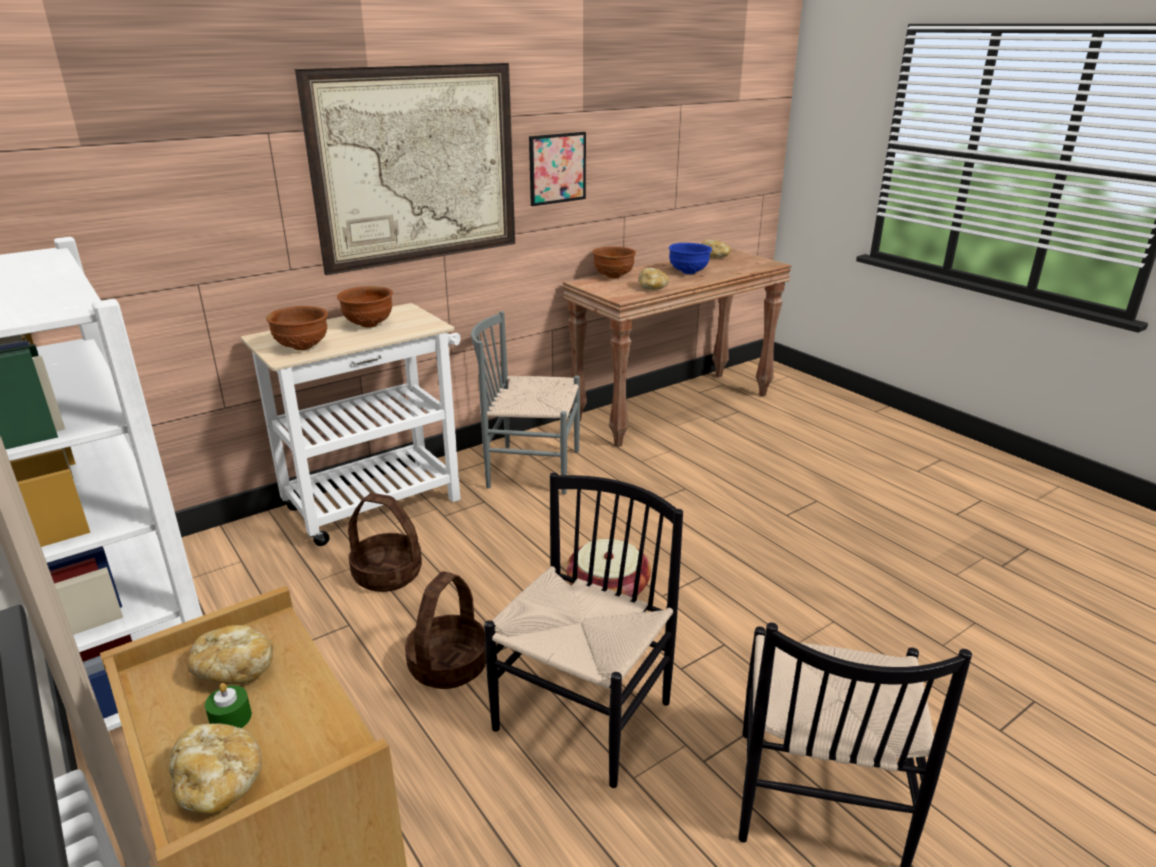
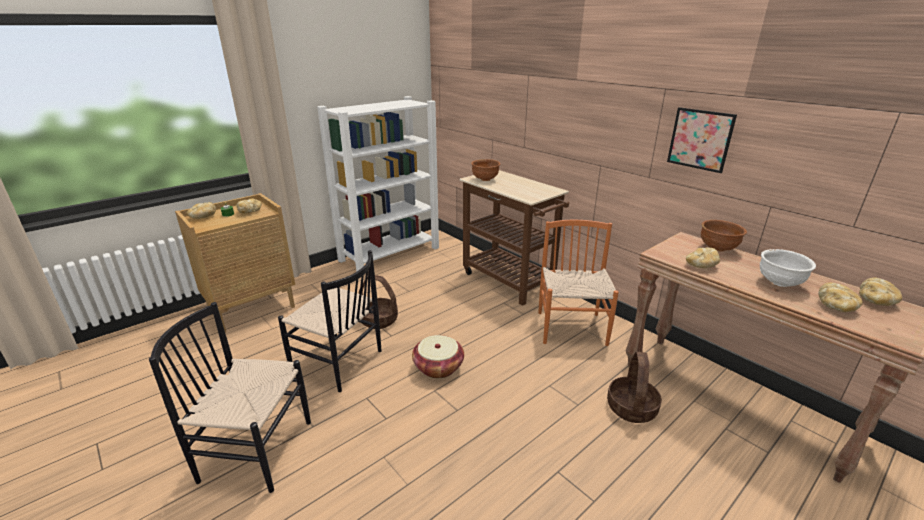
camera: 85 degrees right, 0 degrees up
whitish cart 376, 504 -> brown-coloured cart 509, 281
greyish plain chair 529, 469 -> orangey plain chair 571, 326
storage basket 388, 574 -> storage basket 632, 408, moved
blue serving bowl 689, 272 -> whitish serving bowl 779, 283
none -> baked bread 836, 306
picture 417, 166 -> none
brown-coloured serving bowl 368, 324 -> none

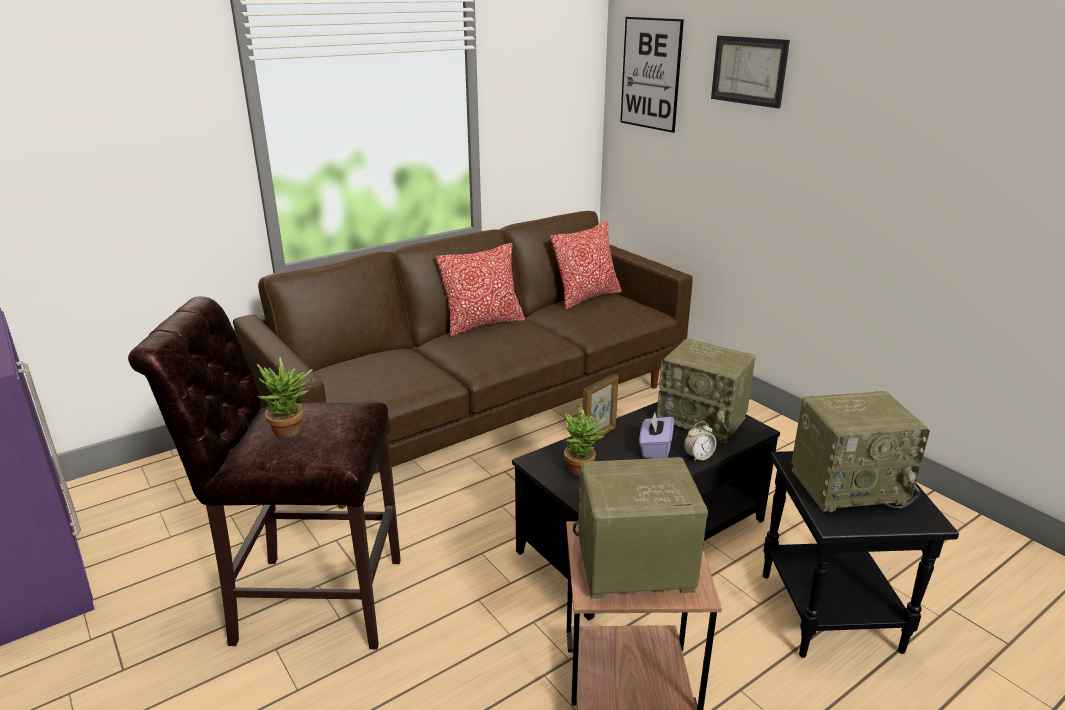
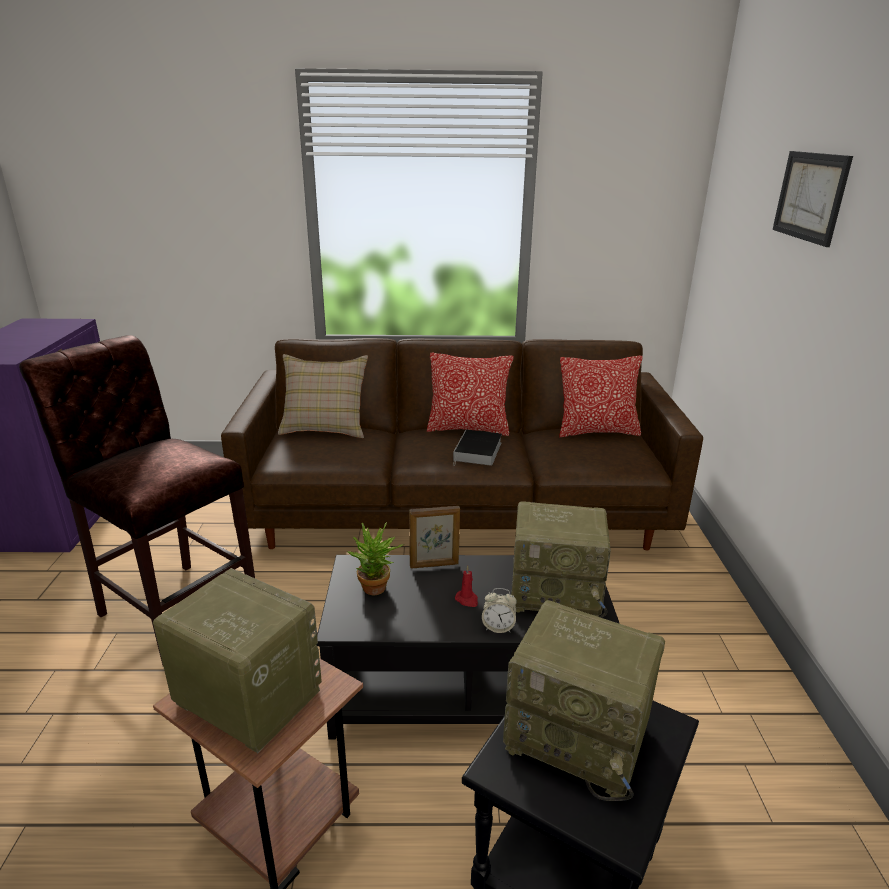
camera: 35 degrees right, 0 degrees up
none -> beige-coloured pillow 325, 427
none -> bound book 478, 452
purplish tissue holder 655, 449 -> reddish wax light 467, 600
radio receiver 703, 420 -> radio receiver 557, 592, 60 degrees counterclockwise
plant in a pot 292, 432 -> none
picture 650, 74 -> none

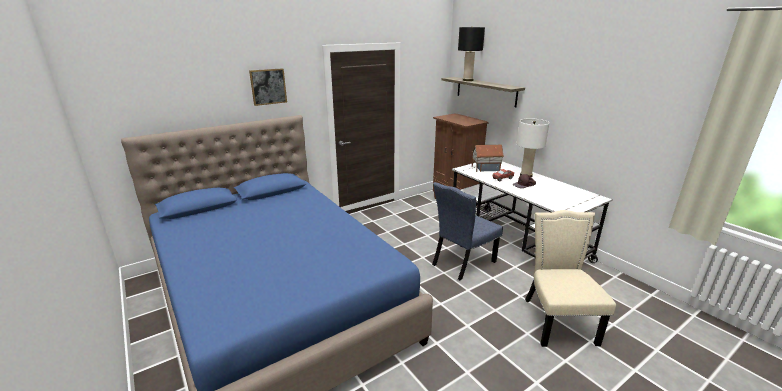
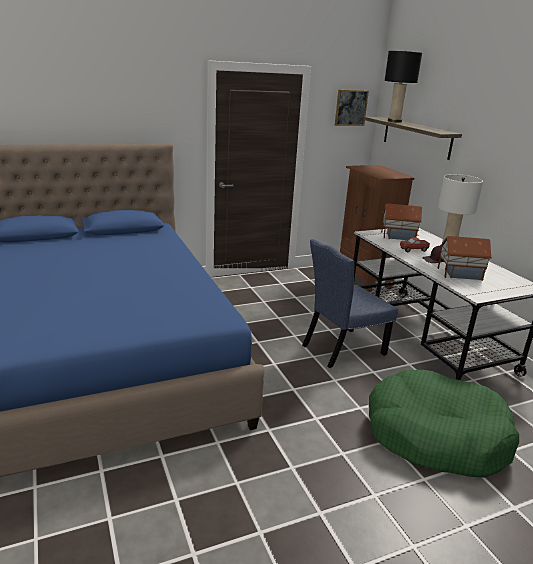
camera: 10 degrees right, 0 degrees up
picture 268, 86 -> picture 350, 107, moved
beige-coloured plain chair 558, 322 -> green dog cushion 435, 435
none -> toy house 459, 274

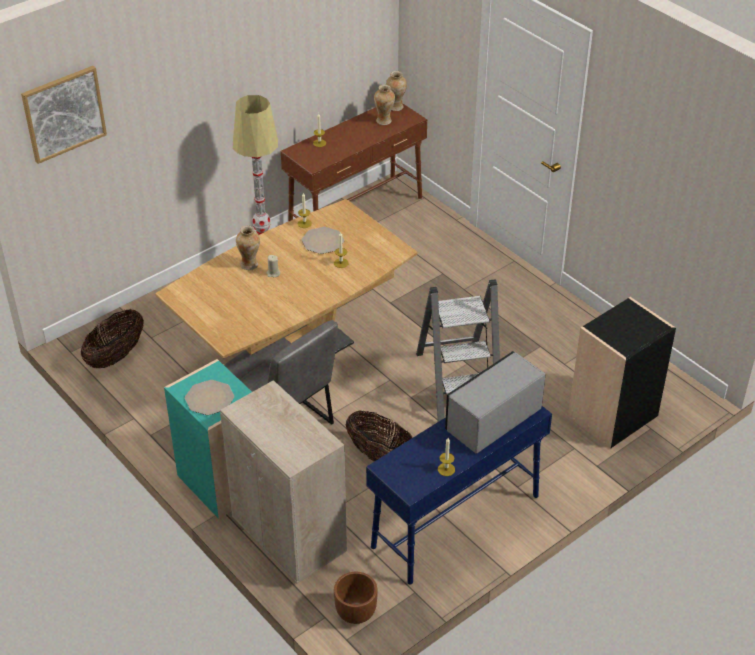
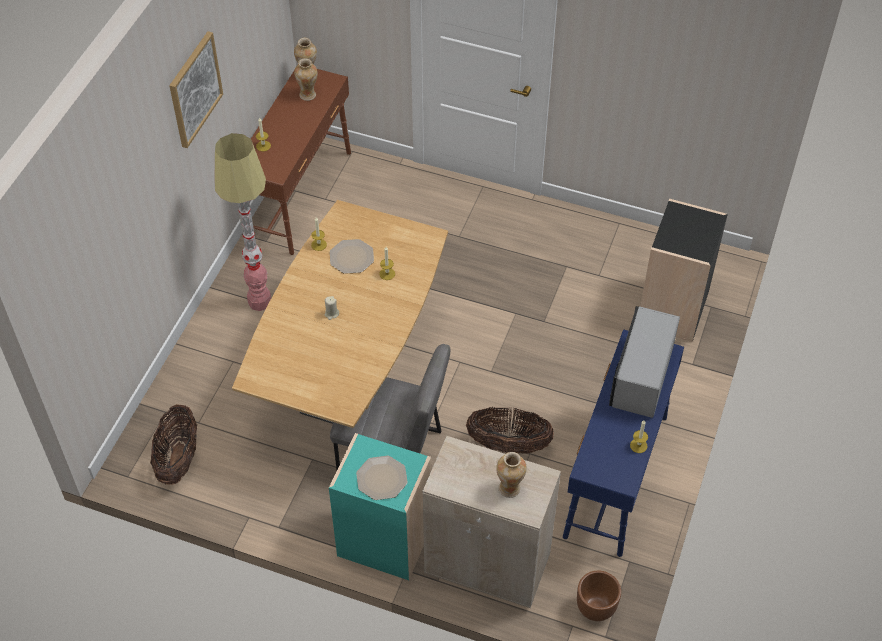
camera: 30 degrees left, 10 degrees up
picture 64, 113 -> picture 194, 89, moved
vase 250, 264 -> vase 510, 488, moved
greyish stepladder 457, 384 -> none

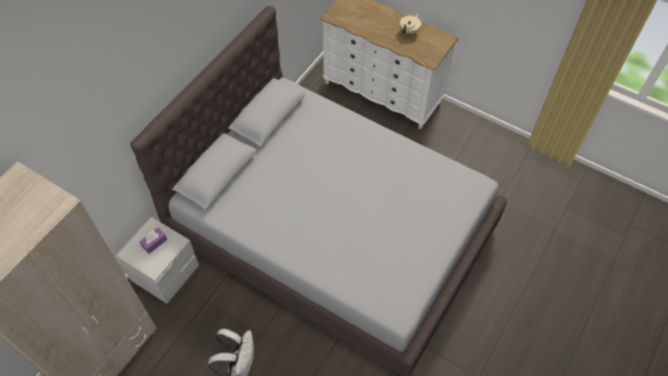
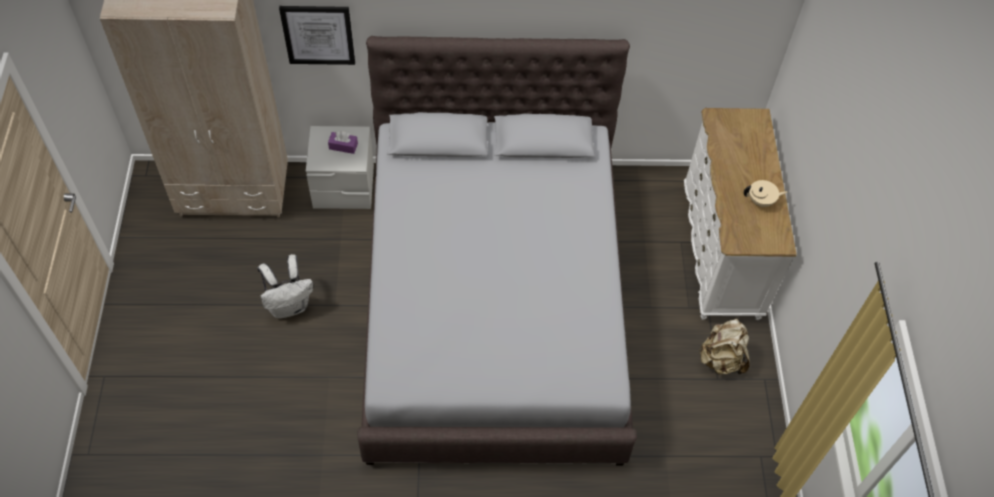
camera: 55 degrees right, 0 degrees up
none -> picture 318, 34
none -> beige-coloured backpack 721, 359

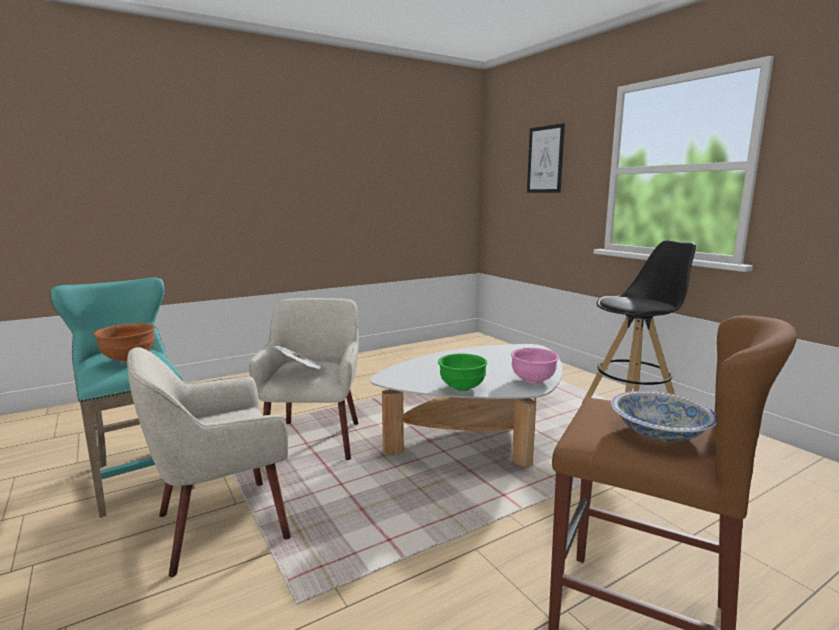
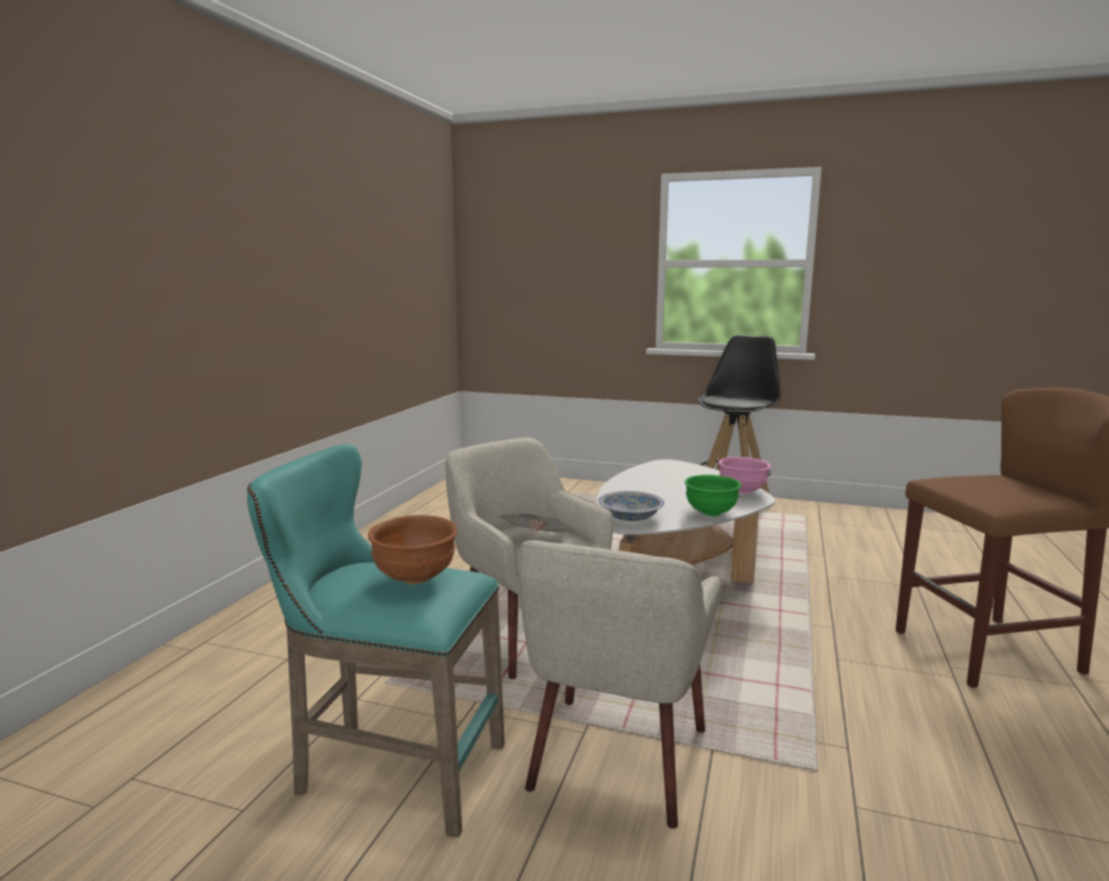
camera: 40 degrees left, 0 degrees up
serving bowl 659, 433 -> serving bowl 630, 517, moved
picture 545, 159 -> none

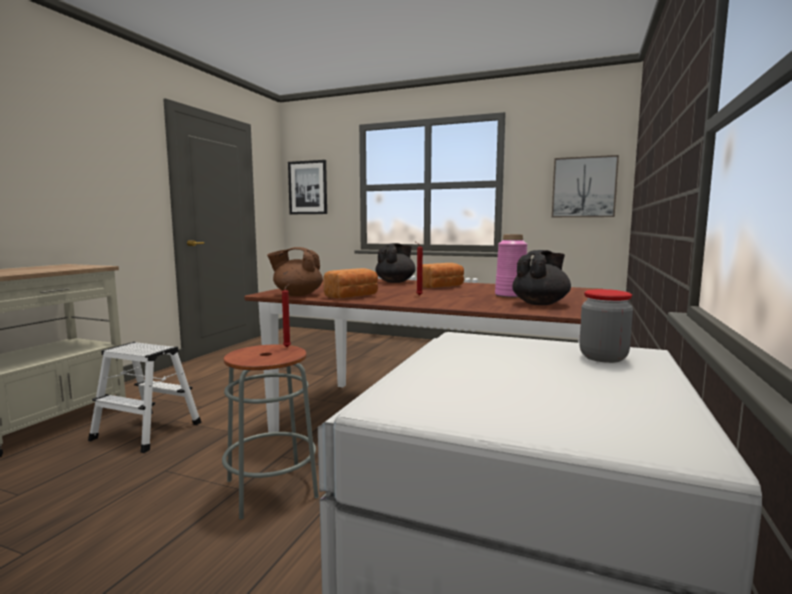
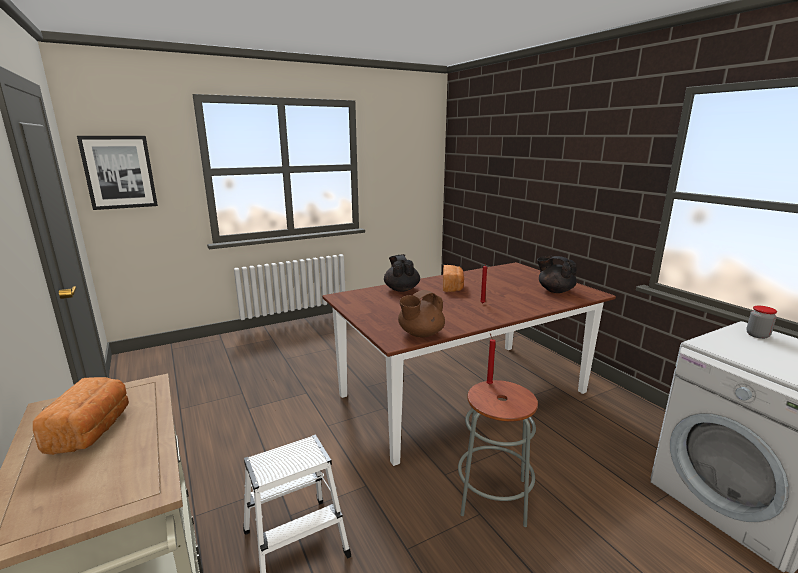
camera: 50 degrees left, 10 degrees up
baked bread 353, 296 -> baked bread 92, 430, moved
black-coloured tea pot 540, 304 -> black-coloured tea pot 555, 290, 45 degrees counterclockwise
pinkish vase 510, 295 -> none
picture 584, 187 -> none

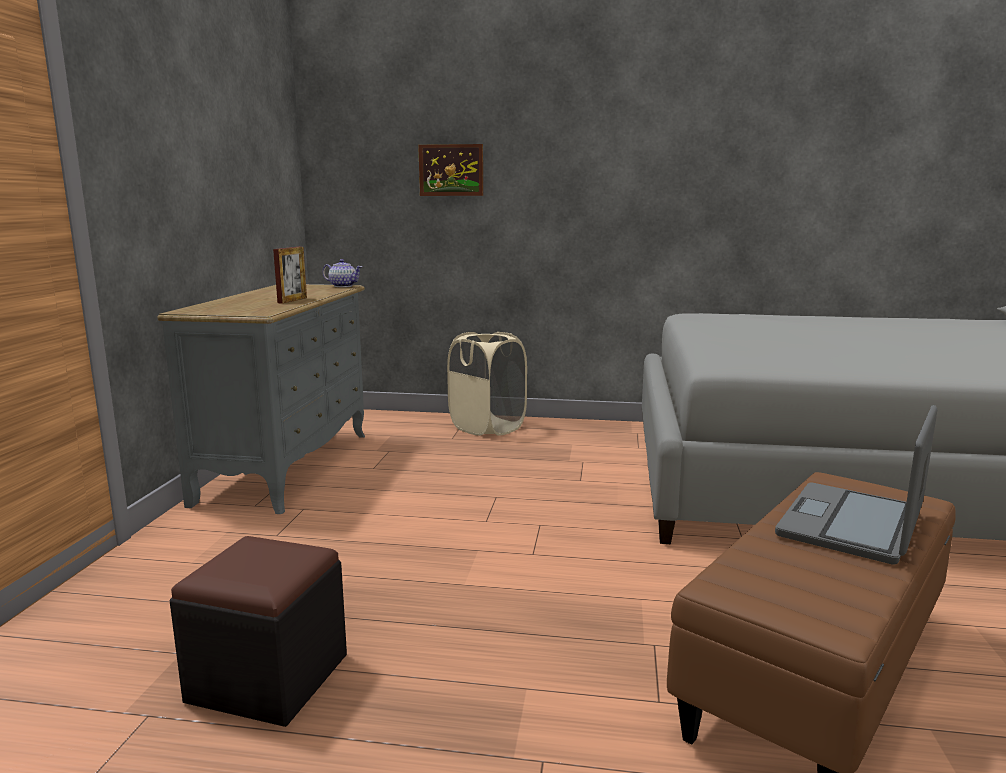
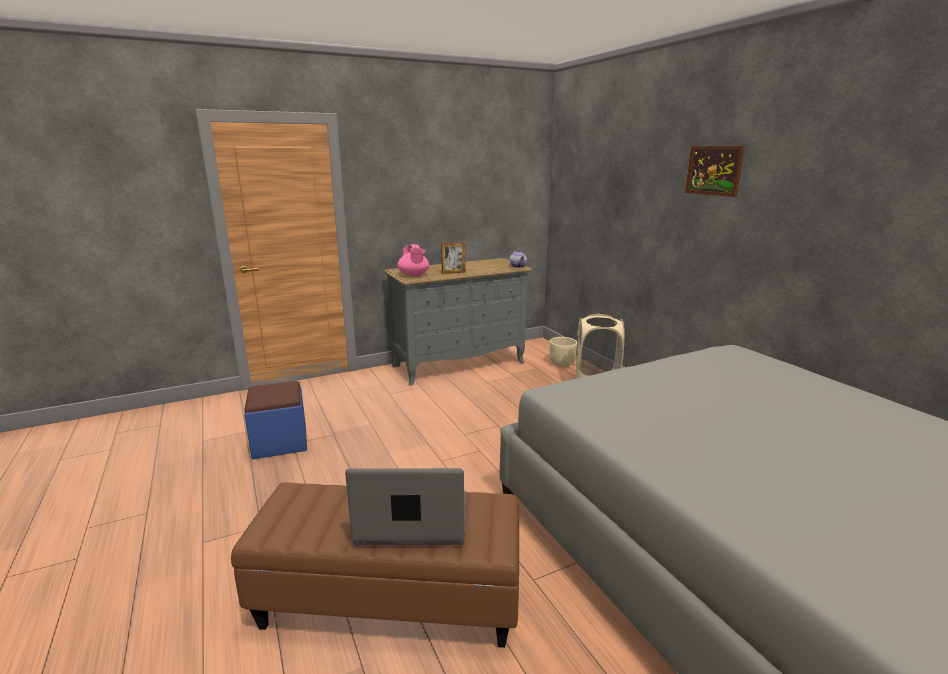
camera: 55 degrees right, 5 degrees up
black-coloured ottoman 268, 678 -> blue ottoman 280, 442
none -> pinkish tea pot 414, 275
none -> beige-coloured planter 562, 363
picture 451, 170 -> picture 713, 170, moved

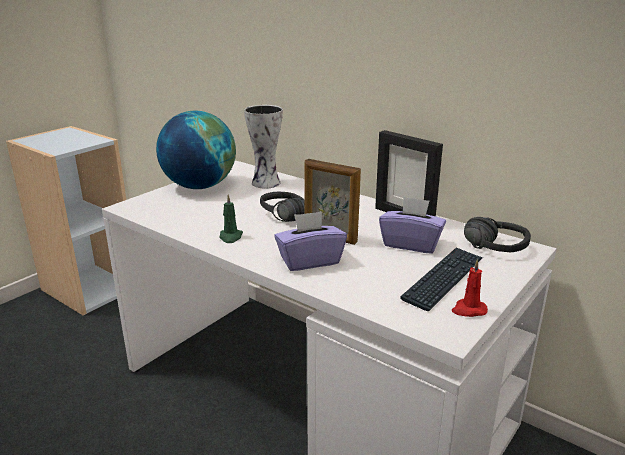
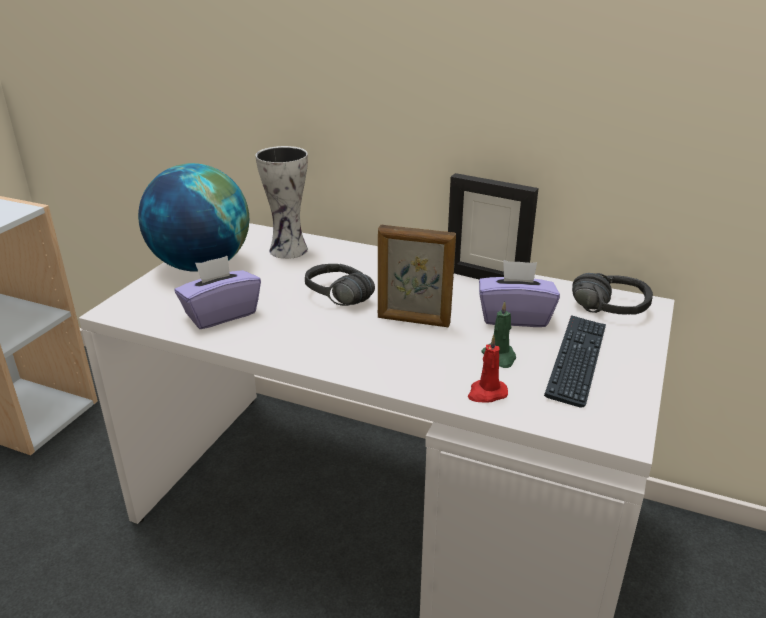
camera: 15 degrees left, 5 degrees up
purplish tissue holder 309, 261 -> purplish tissue holder 221, 314, moved
reddish wax light 468, 310 -> reddish wax light 486, 393, moved
green wax light 230, 237 -> green wax light 499, 357, moved

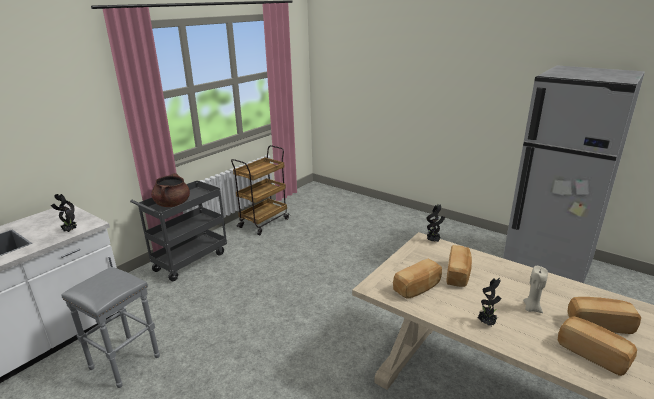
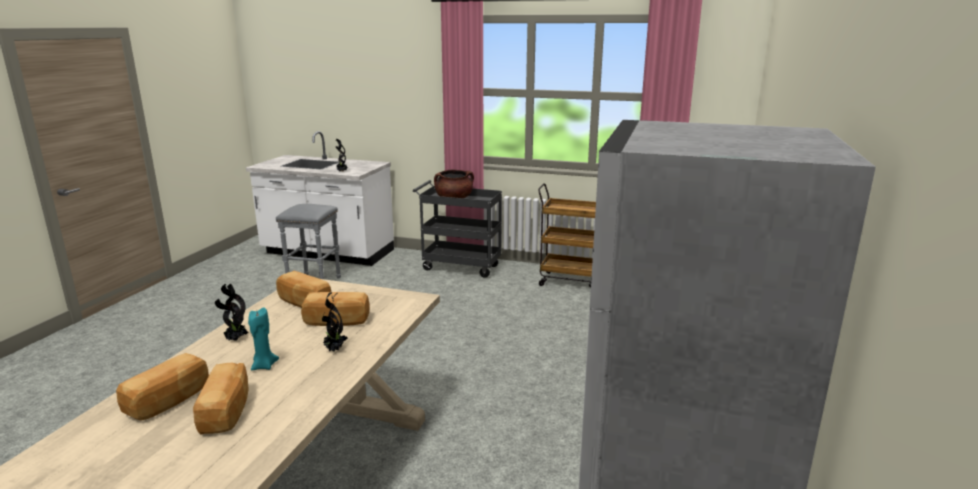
camera: 70 degrees right, 5 degrees down
beige-coloured wax light 531, 308 -> turquoise-coloured wax light 264, 366
plant in a pot 433, 241 -> plant in a pot 334, 350, moved

